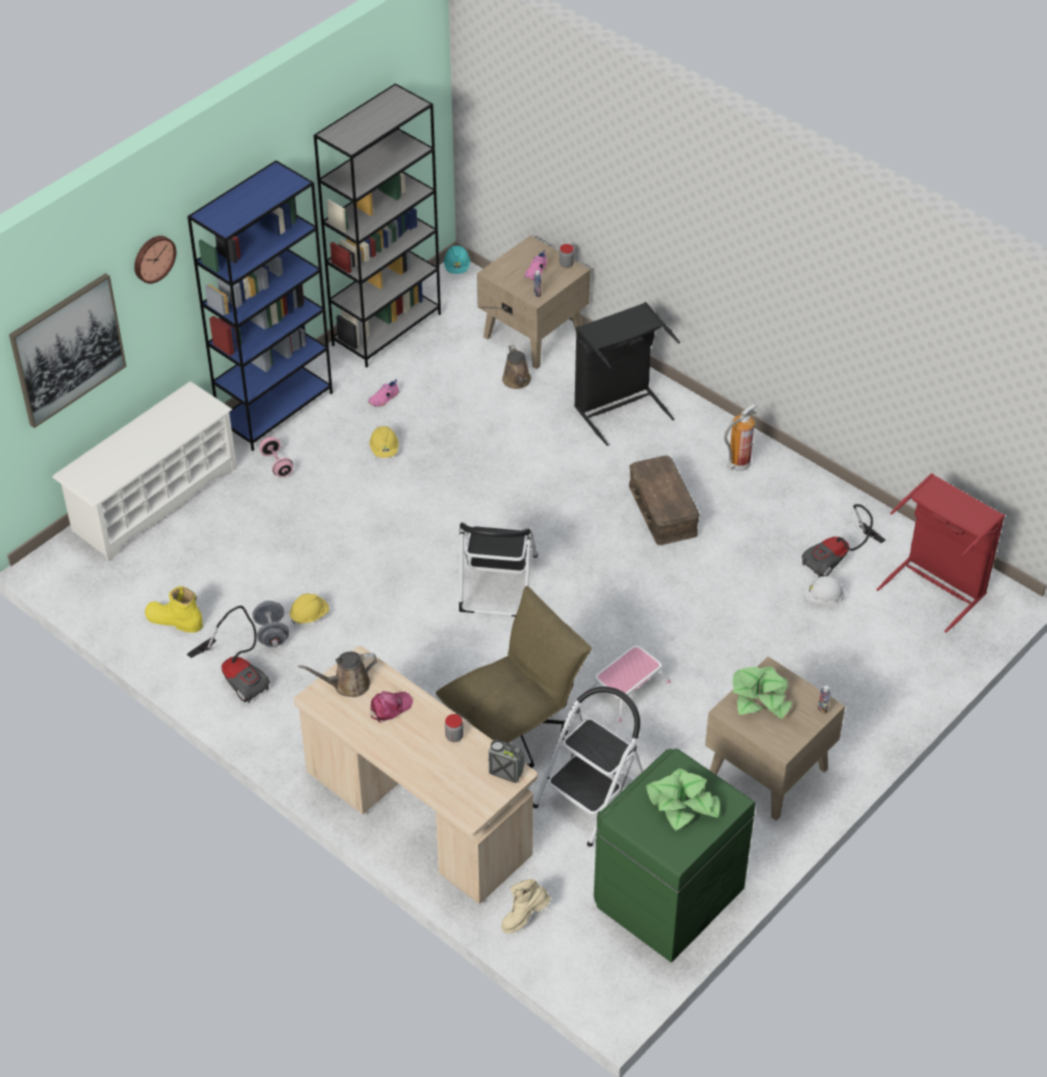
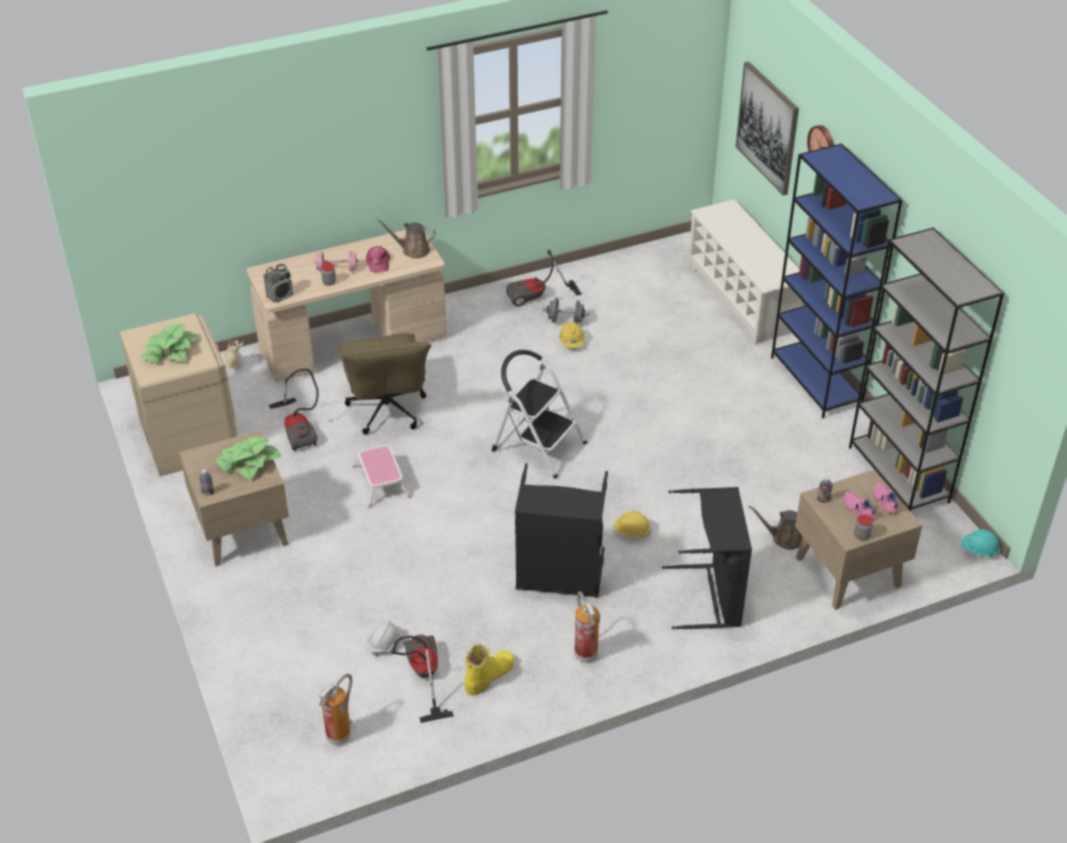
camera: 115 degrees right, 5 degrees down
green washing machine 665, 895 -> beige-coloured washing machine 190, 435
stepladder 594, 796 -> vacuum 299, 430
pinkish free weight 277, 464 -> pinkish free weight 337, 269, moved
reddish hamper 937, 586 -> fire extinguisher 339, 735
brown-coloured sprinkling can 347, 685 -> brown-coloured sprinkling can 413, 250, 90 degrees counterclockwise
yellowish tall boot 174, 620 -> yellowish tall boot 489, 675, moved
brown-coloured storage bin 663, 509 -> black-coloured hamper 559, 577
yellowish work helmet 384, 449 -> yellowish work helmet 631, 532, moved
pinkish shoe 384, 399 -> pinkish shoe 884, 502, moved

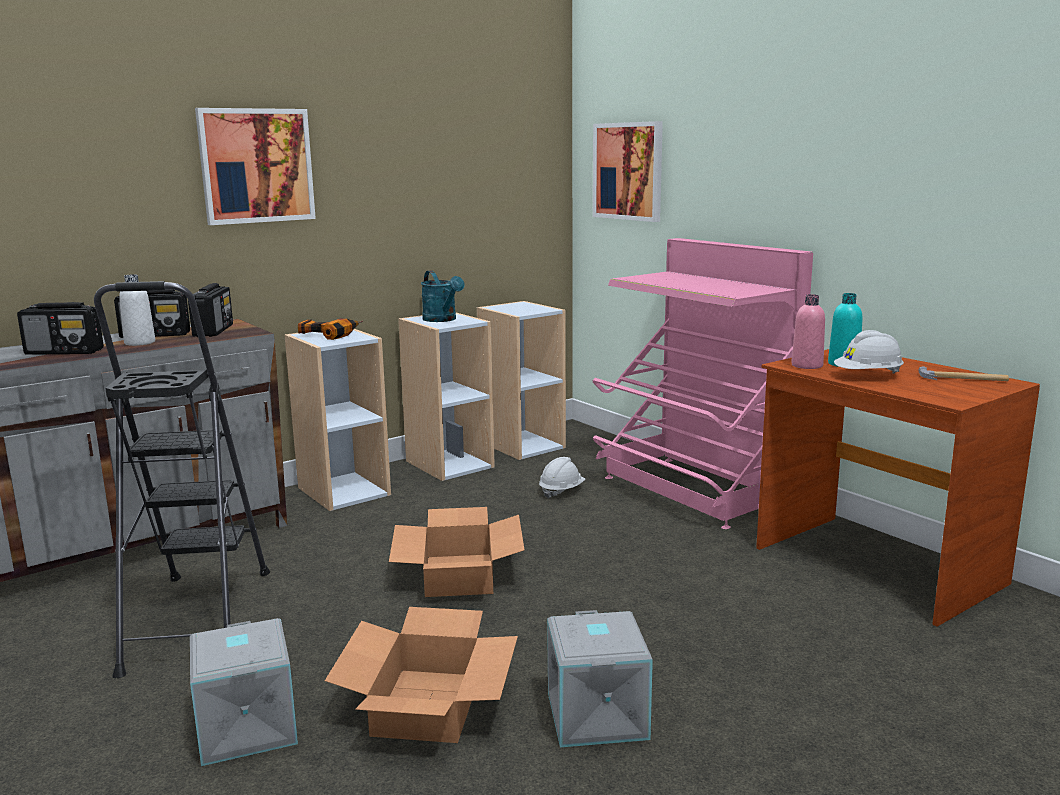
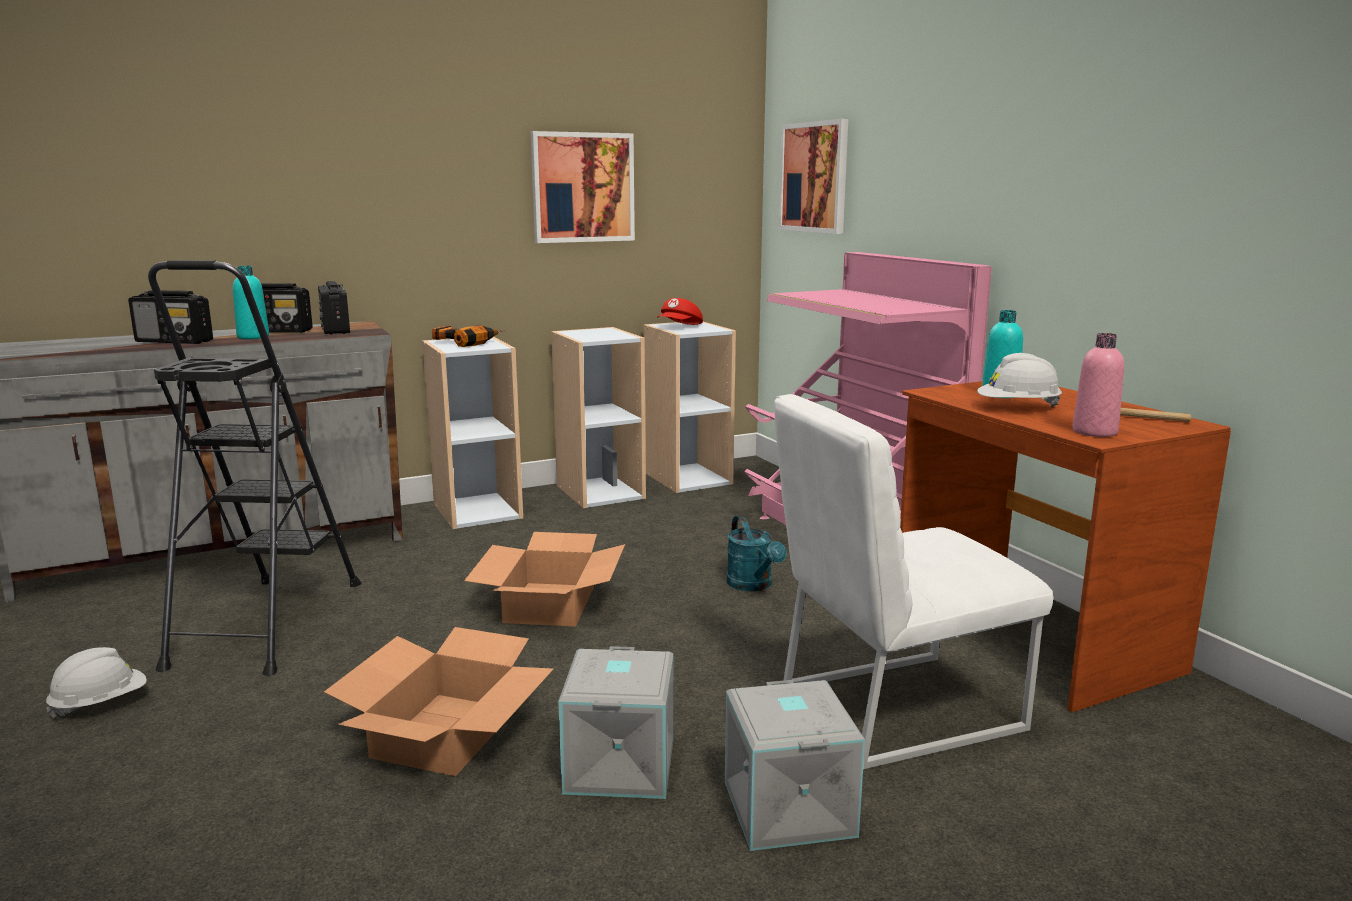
camera: 10 degrees right, 0 degrees up
whitish work helmet 561, 491 -> whitish work helmet 100, 704, moved
whitish bottle 140, 342 -> turquoise-coloured bottle 253, 337
radio receiver 213, 331 -> radio receiver 335, 330, 150 degrees clockwise
picture 256, 166 -> picture 583, 187, moved
none -> reddish peaked cap 680, 327
greyish storage bin 245, 728 -> greyish storage bin 786, 808, moved
turquoise-coloured sprinkling can 442, 320 -> turquoise-coloured sprinkling can 753, 585, moved
none -> whitish plain chair 893, 708
pinkish bottle 807, 365 -> pinkish bottle 1094, 432, moved

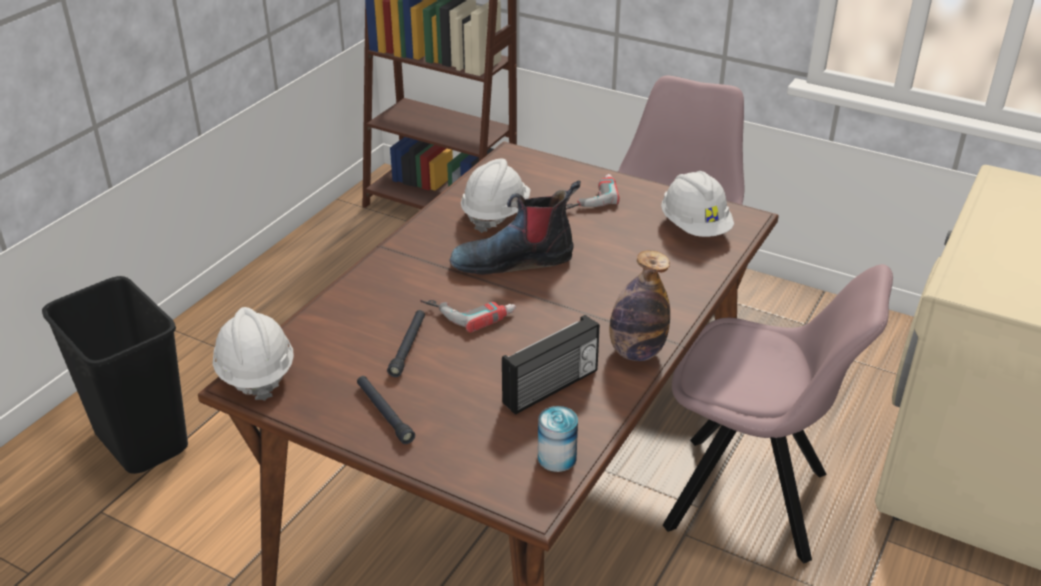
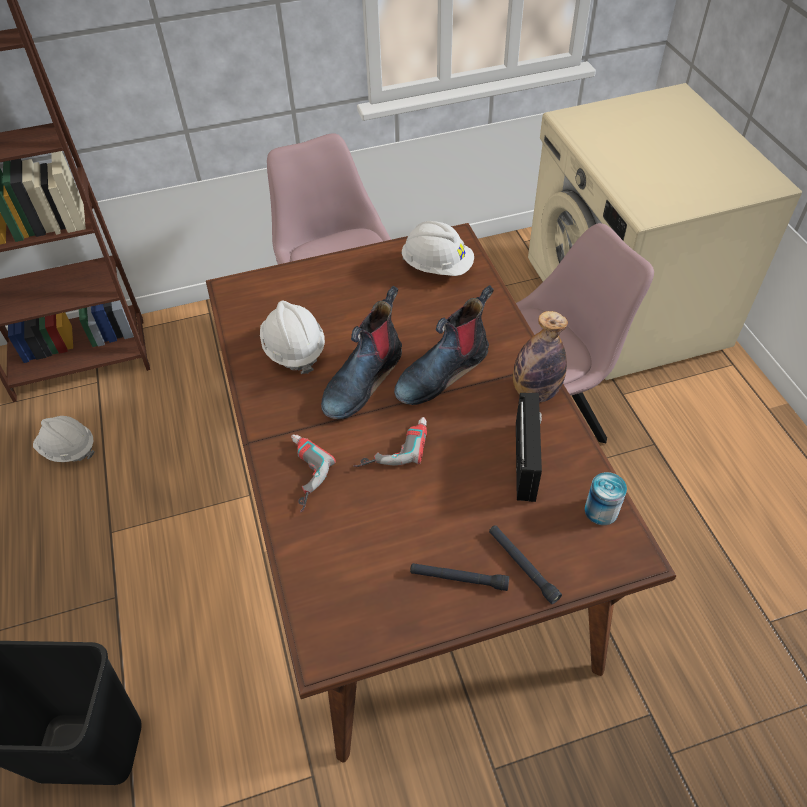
camera: 45 degrees left, 15 degrees up
whitish work helmet 255, 372 -> whitish work helmet 68, 449, moved
electric drill 587, 197 -> electric drill 299, 474, moved
none -> tall boot 442, 371
black-coloured hand torch 408, 347 -> black-coloured hand torch 522, 566, moved

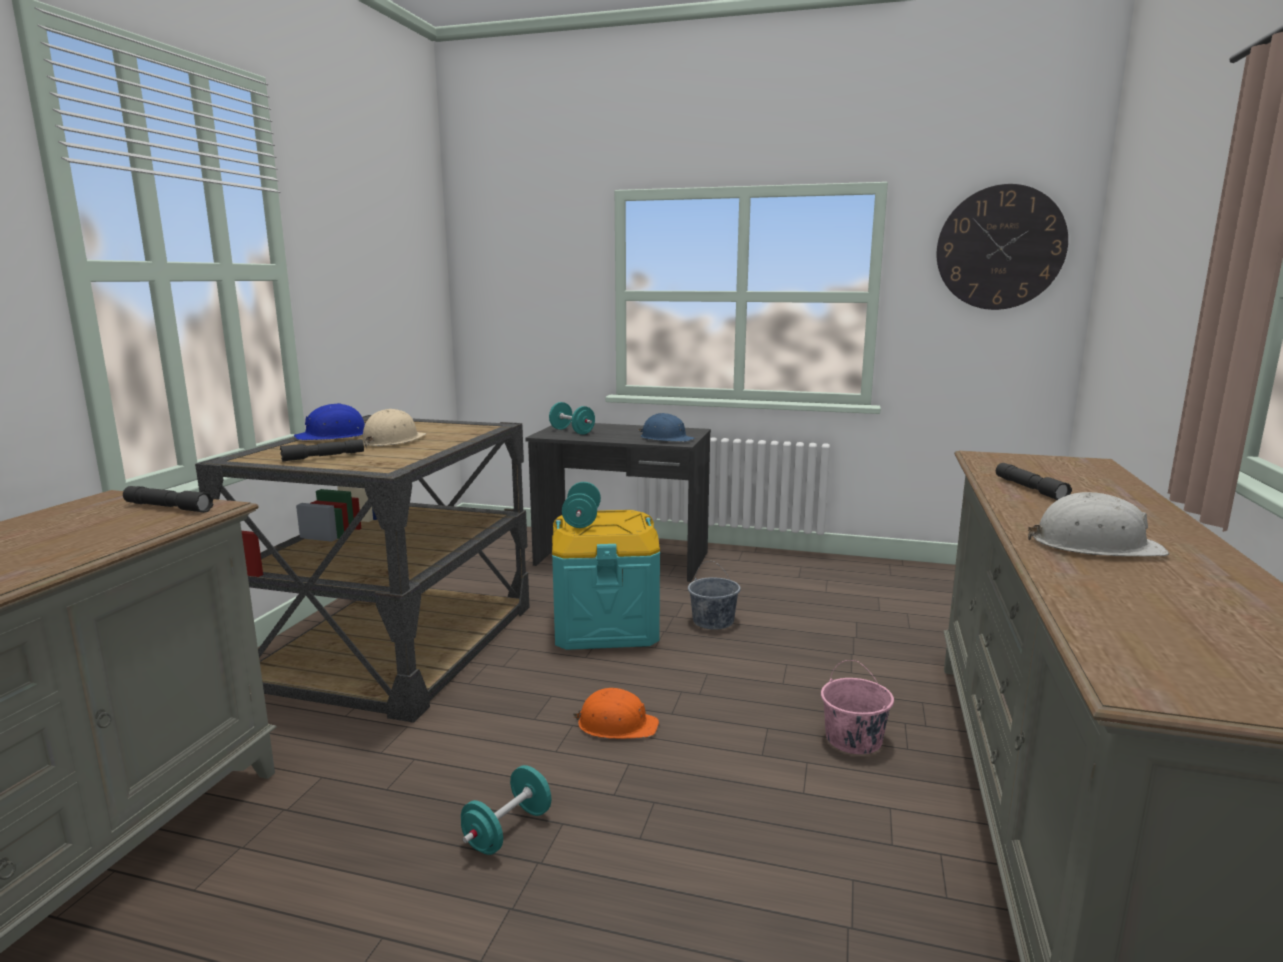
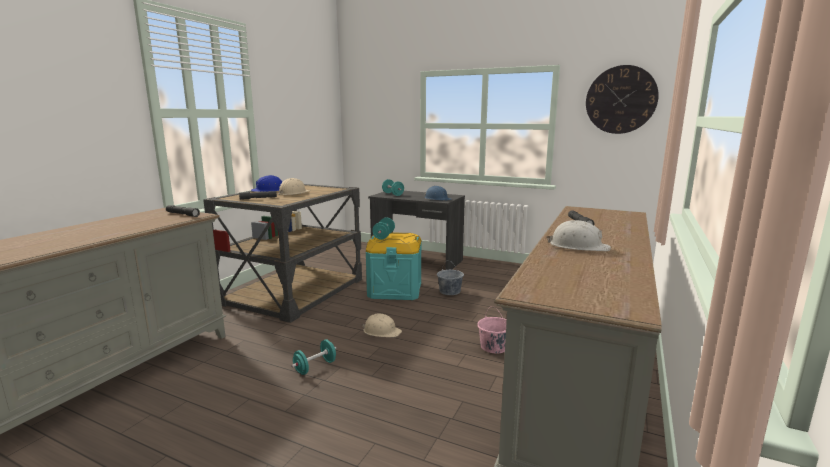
camera: 10 degrees right, 0 degrees up
orangey work helmet 616, 725 -> beige-coloured work helmet 381, 331

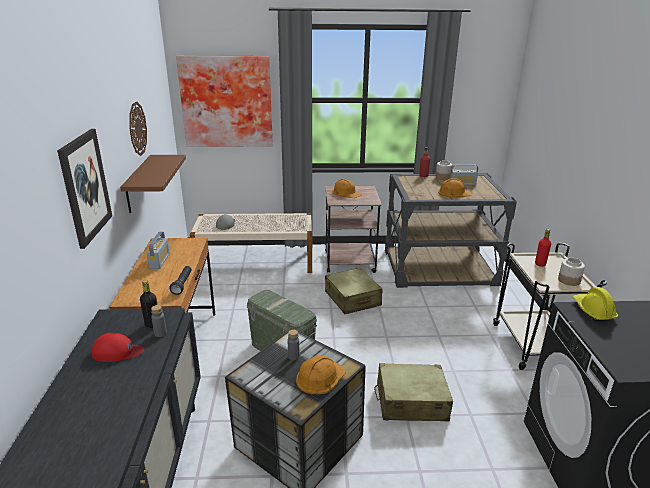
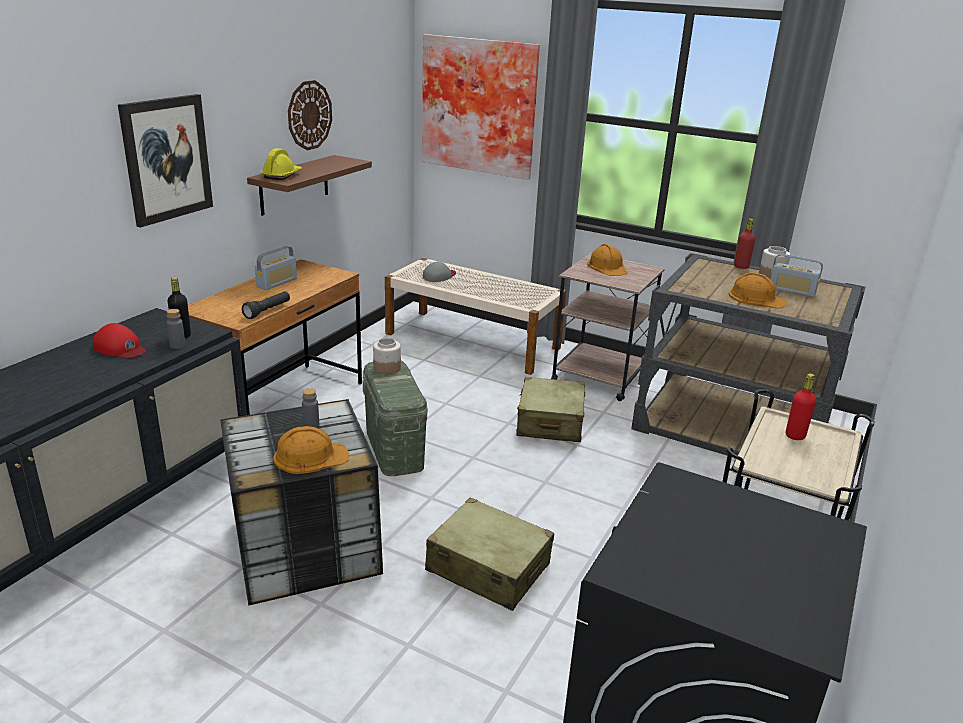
camera: 30 degrees right, 0 degrees up
yellowish work helmet 592, 311 -> yellowish work helmet 282, 175, moved
preserve jar 568, 280 -> preserve jar 386, 368, moved

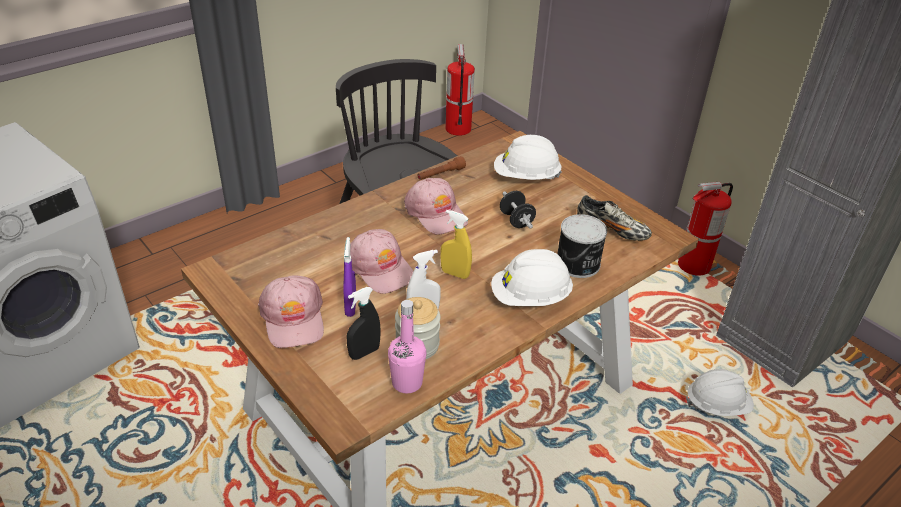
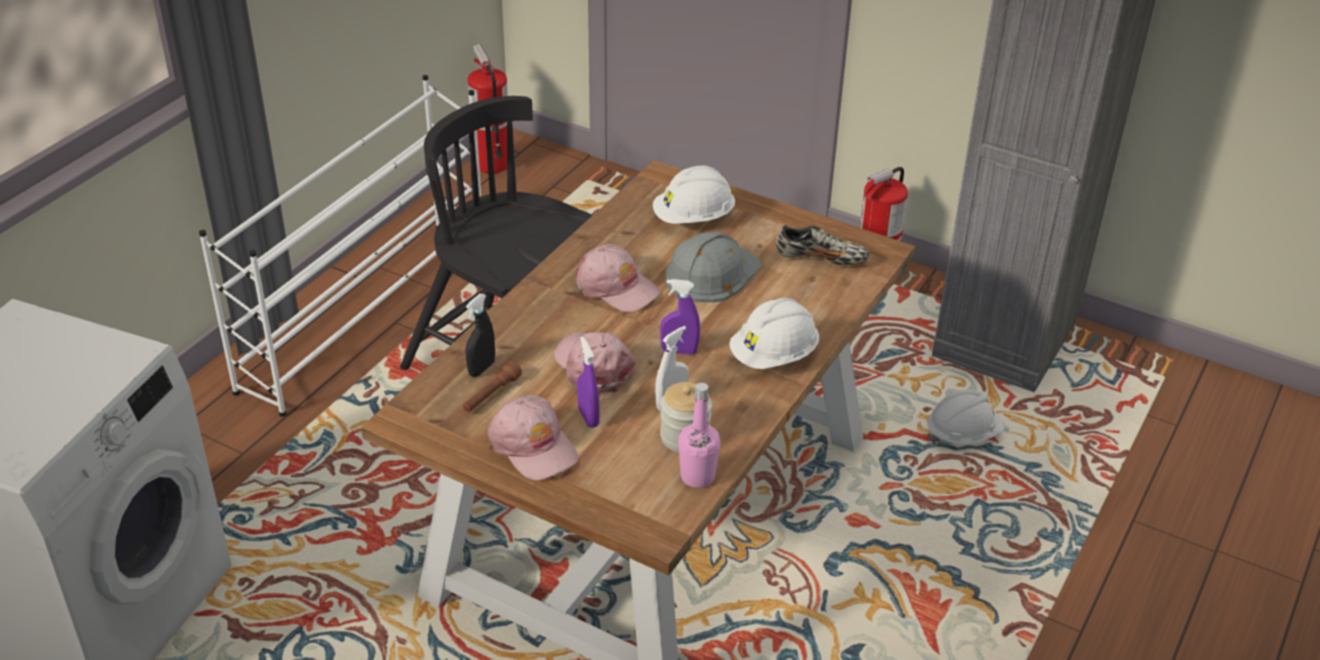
camera: 20 degrees left, 0 degrees up
none -> whitish shoe shelf 368, 313
brown-coloured hand torch 440, 174 -> brown-coloured hand torch 491, 395, moved
black-coloured spray bottle 364, 352 -> black-coloured spray bottle 481, 368, moved
pinkish peaked cap 380, 268 -> pinkish peaked cap 593, 366, 150 degrees counterclockwise
yellowish spray bottle 455, 274 -> purplish spray bottle 679, 351
black-coloured free weight 516, 220 -> greyish work helmet 711, 273
metal can 578, 264 -> none

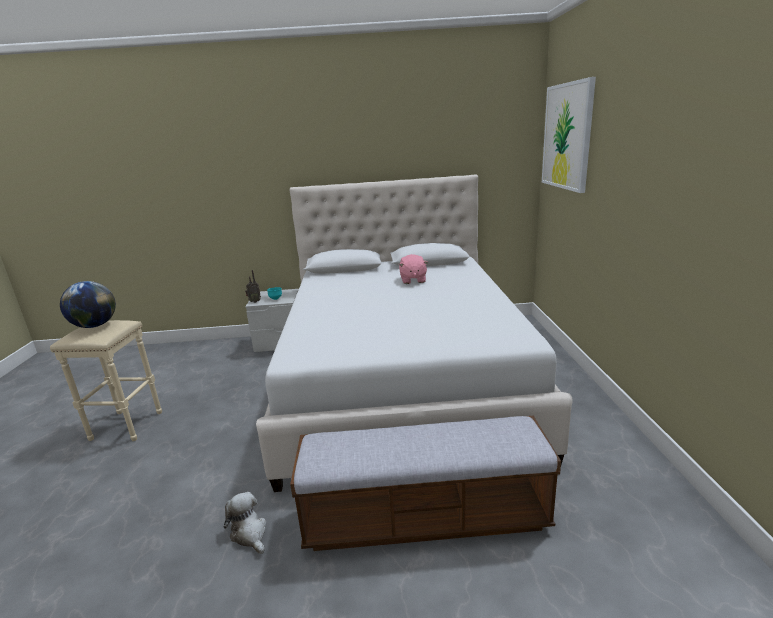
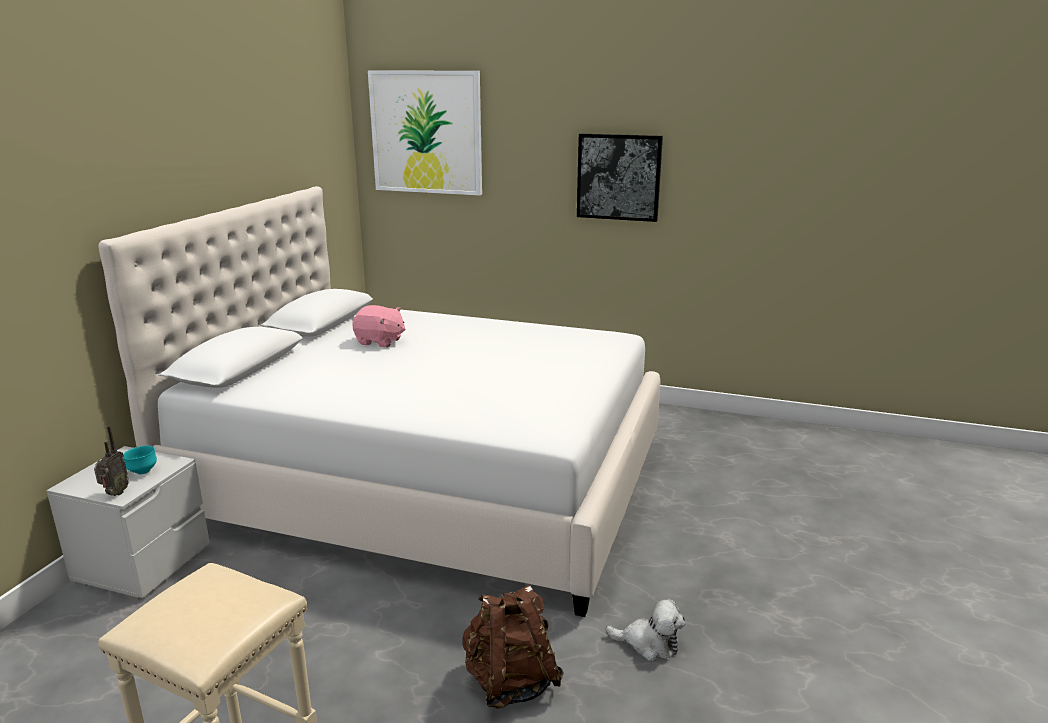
camera: 70 degrees left, 0 degrees up
none -> brown-coloured backpack 510, 682
none -> picture 619, 177
cuddly toy 249, 533 -> cuddly toy 649, 643, 150 degrees counterclockwise
globe 95, 326 -> none
bench 425, 517 -> none

